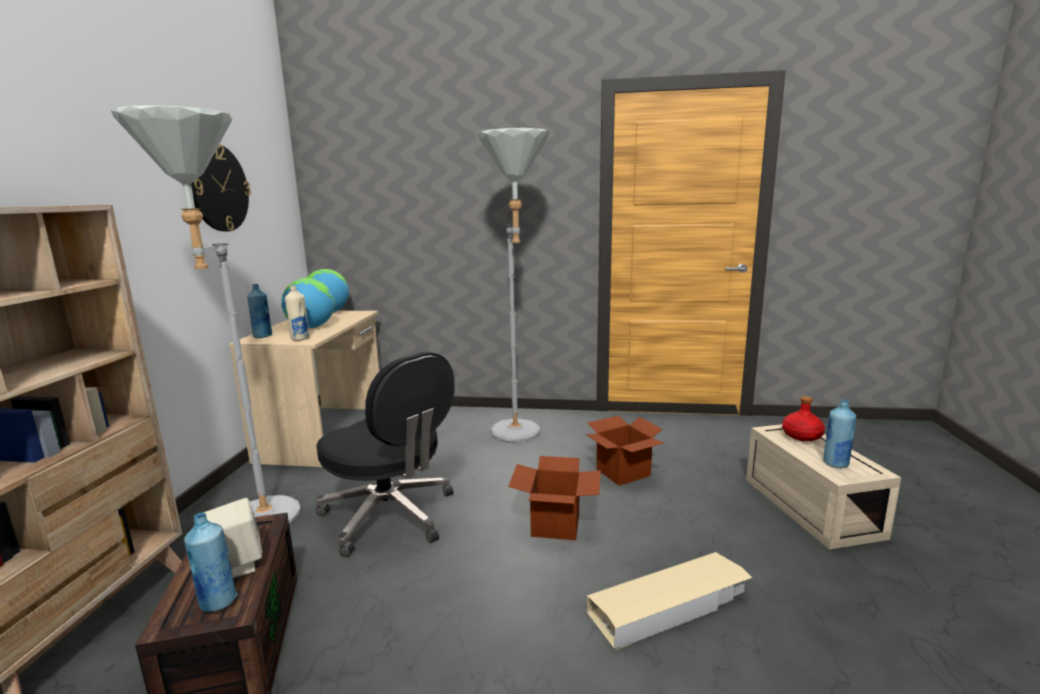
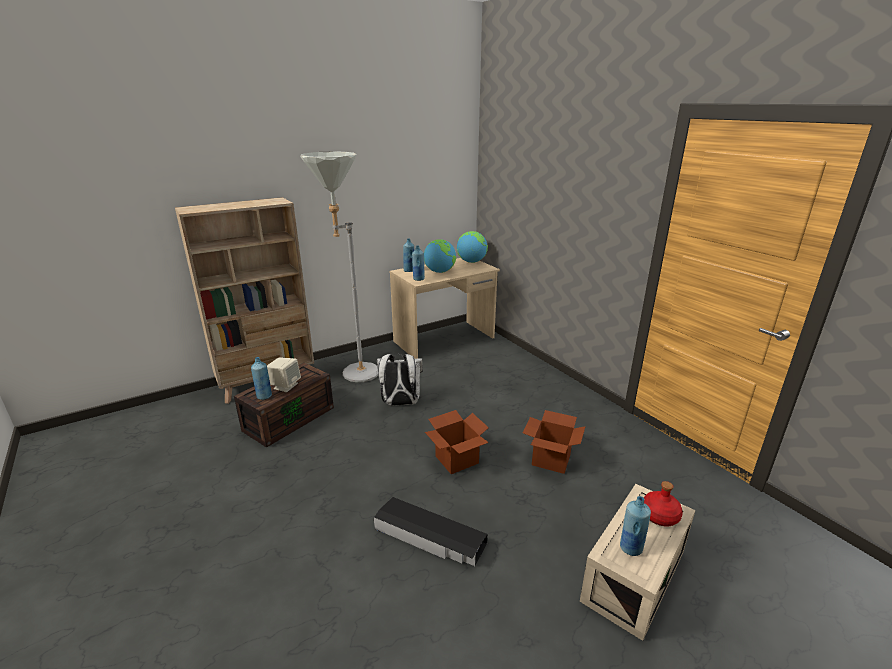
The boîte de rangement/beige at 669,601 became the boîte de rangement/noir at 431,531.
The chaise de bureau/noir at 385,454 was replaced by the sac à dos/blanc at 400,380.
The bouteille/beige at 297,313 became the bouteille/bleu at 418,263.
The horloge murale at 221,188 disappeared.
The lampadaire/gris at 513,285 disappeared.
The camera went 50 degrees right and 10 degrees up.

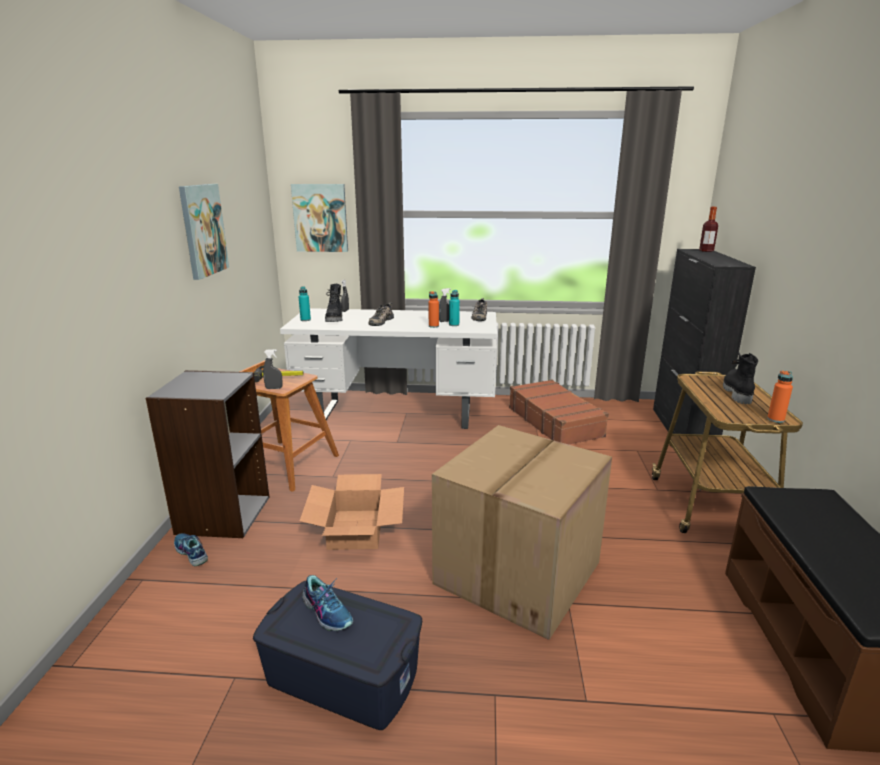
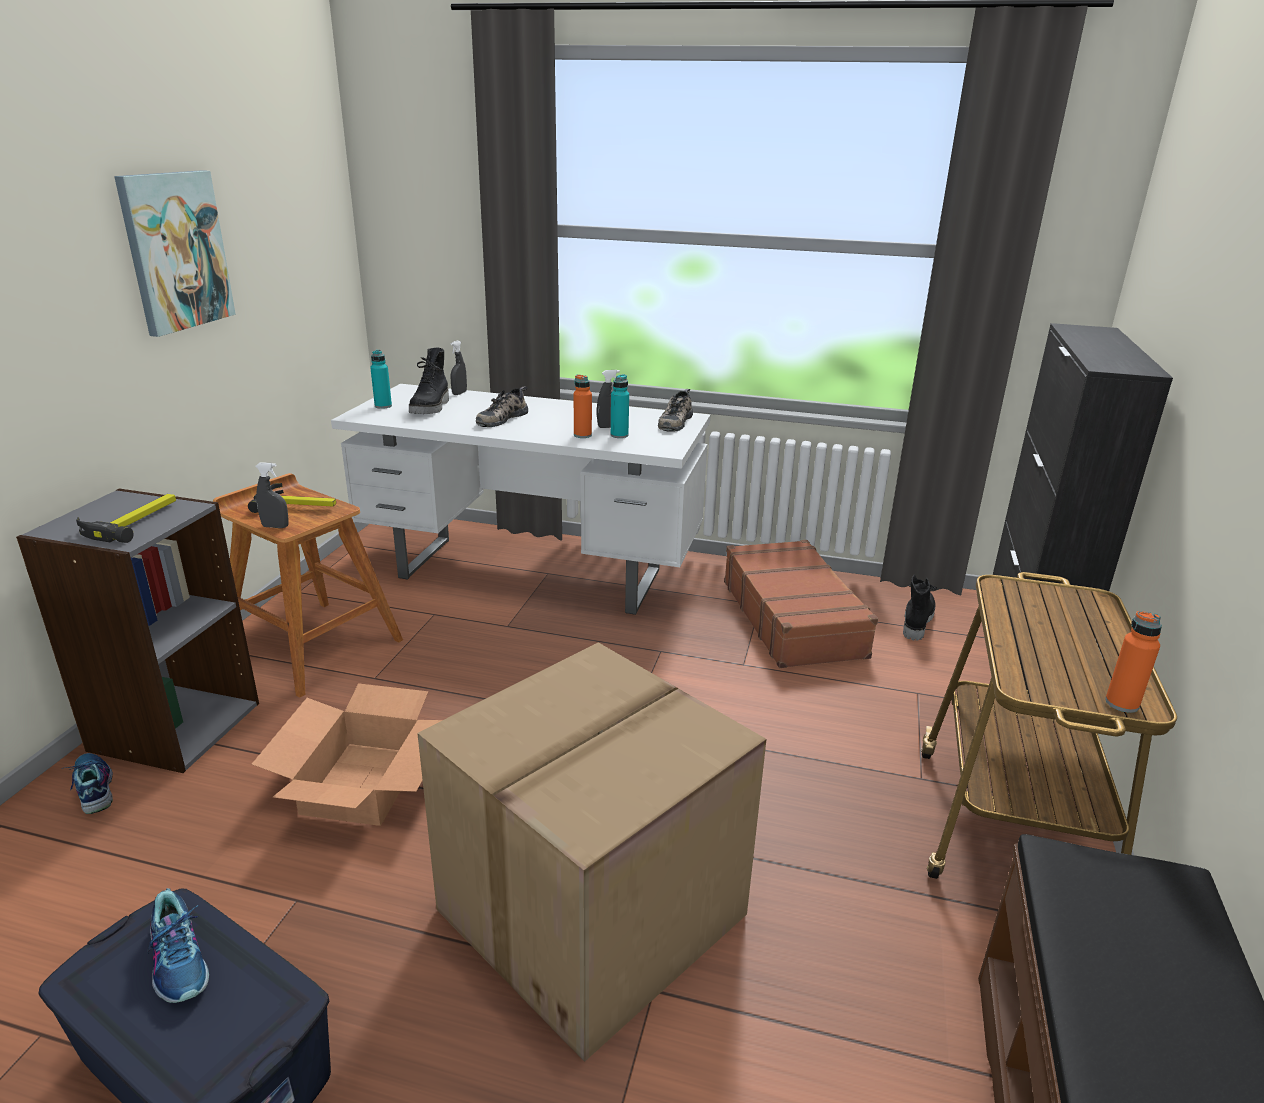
The marteau at 126,518 appeared.
The botte/noir moved from 740,378 to 920,608.
The tableau at 319,218 disappeared.
The bouteille at 708,229 disappeared.
The camera went 10 degrees right and 5 degrees up.

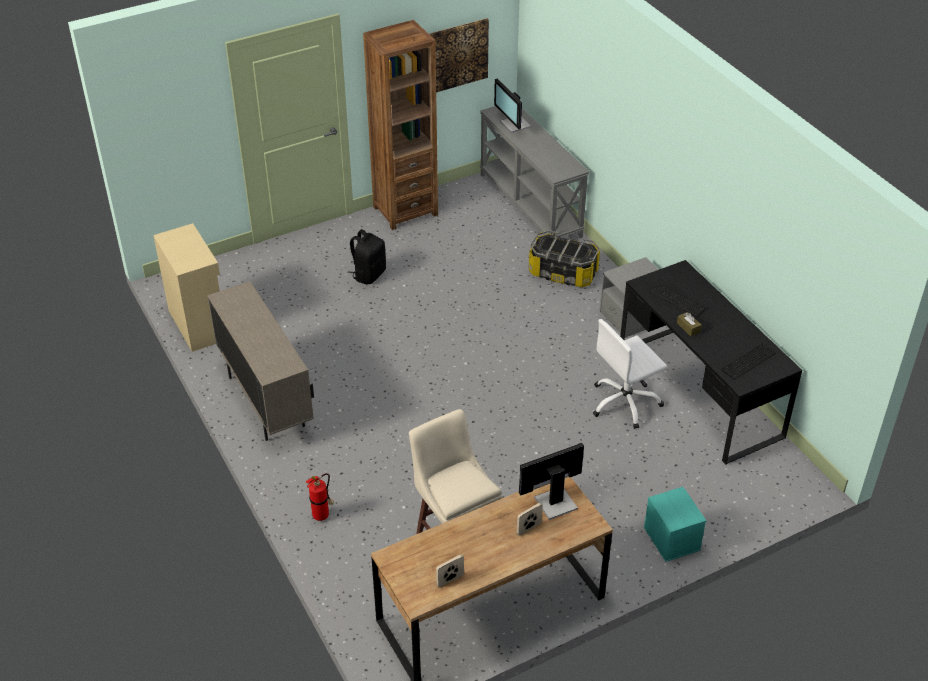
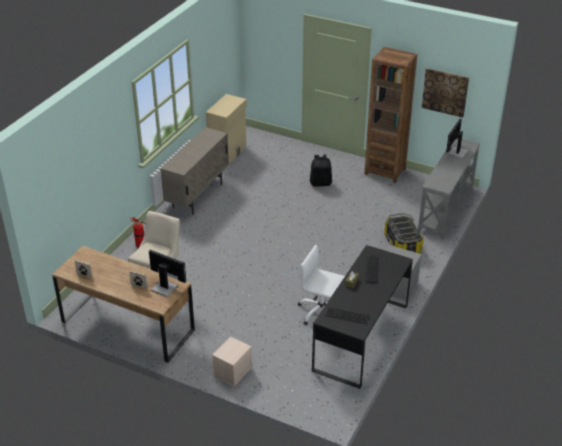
The boîte de rangement/turquoise at 675,524 became the boîte de rangement/beige at 232,361.
The camera went 55 degrees right and 5 degrees down.

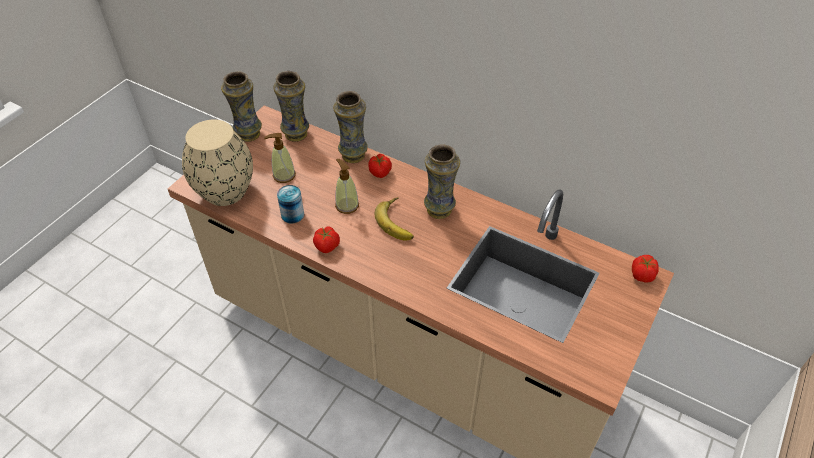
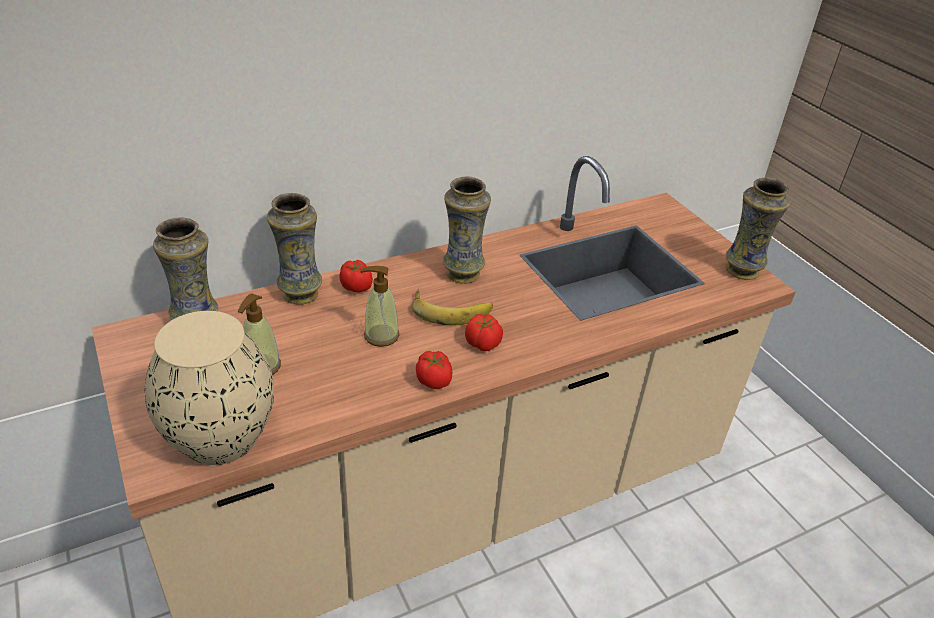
The tomate moved from 645,269 to 484,332.
The vase moved from 241,106 to 758,228.
The boîte métallique at 290,204 disappeared.
The camera went 60 degrees left and 10 degrees down.

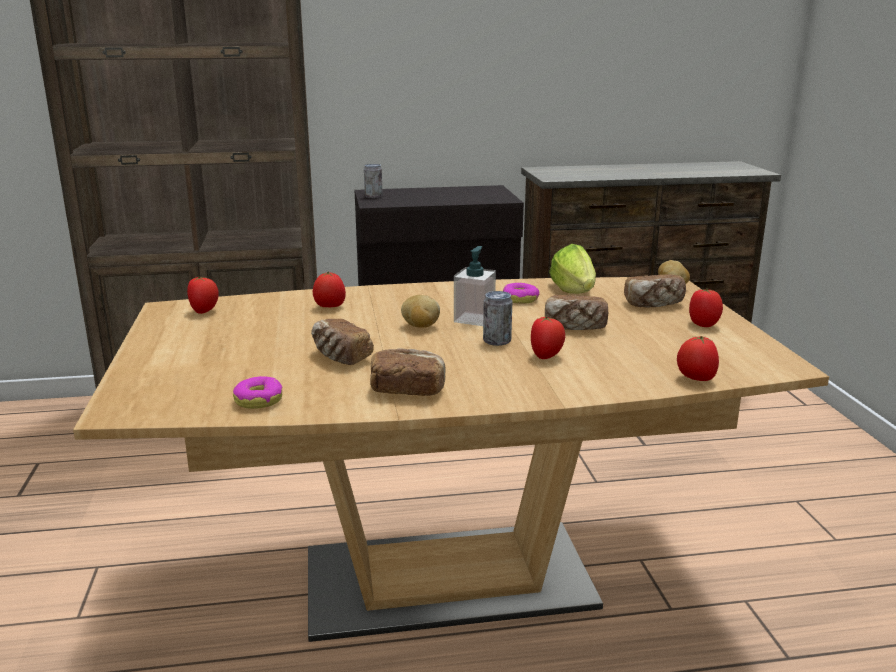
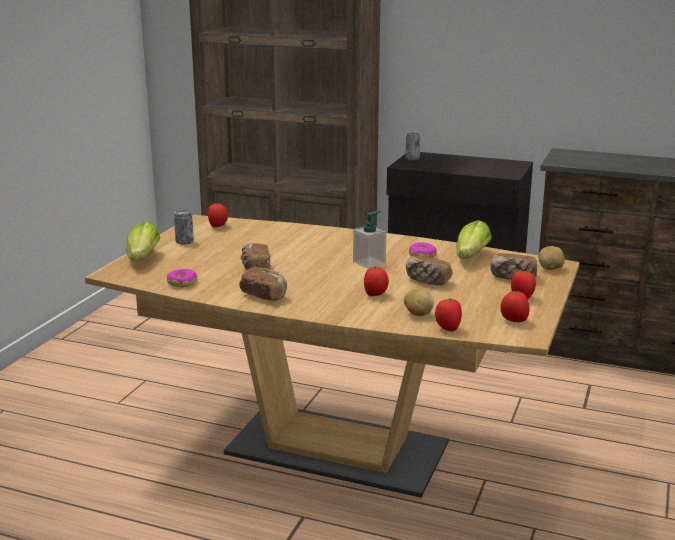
The laitue at 143,241 appeared.
The boîte métallique moved from 497,318 to 184,227.
The pomme de terre moved from 420,311 to 419,302.
The tomate moved from 329,289 to 515,306.
The camera went 30 degrees right and 0 degrees up.

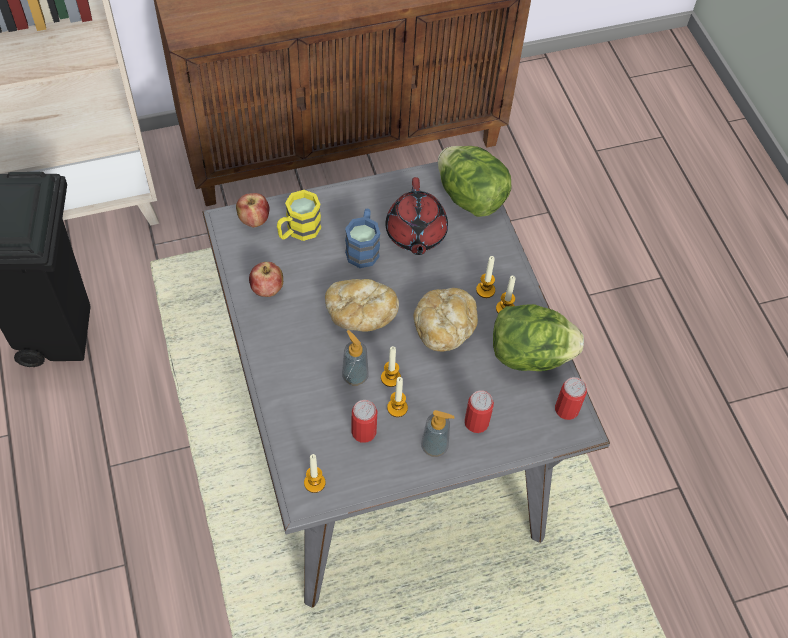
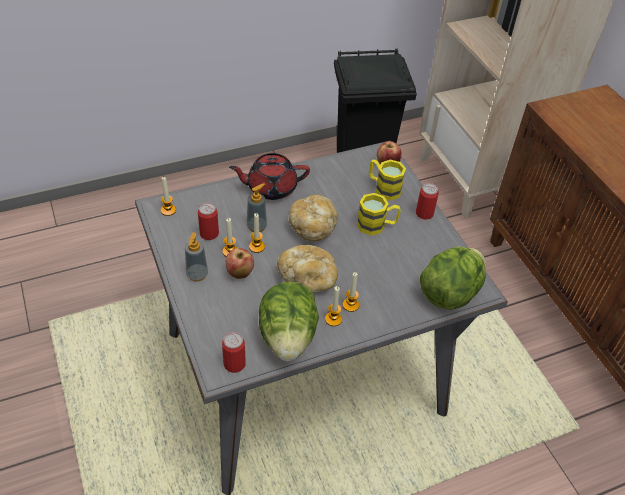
The pomme moved from 266,279 to 240,263.
The théière/rouge moved from 416,216 to 269,176.
The mug/bleu at 363,238 became the mug/jaune at 379,214.
The boîte métallique moved from 479,411 to 427,201.
The camera went 85 degrees right and 10 degrees down.

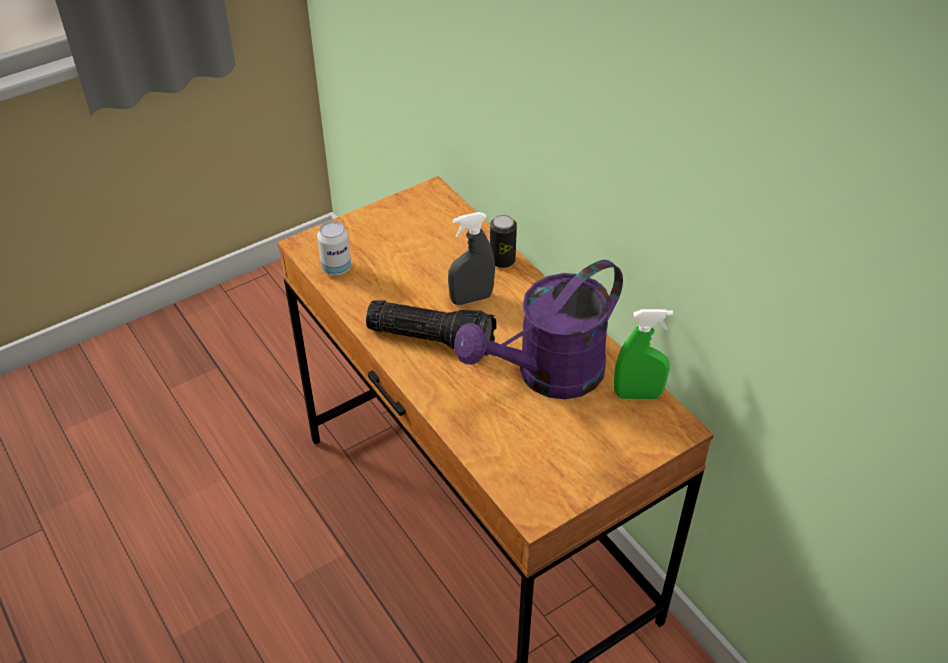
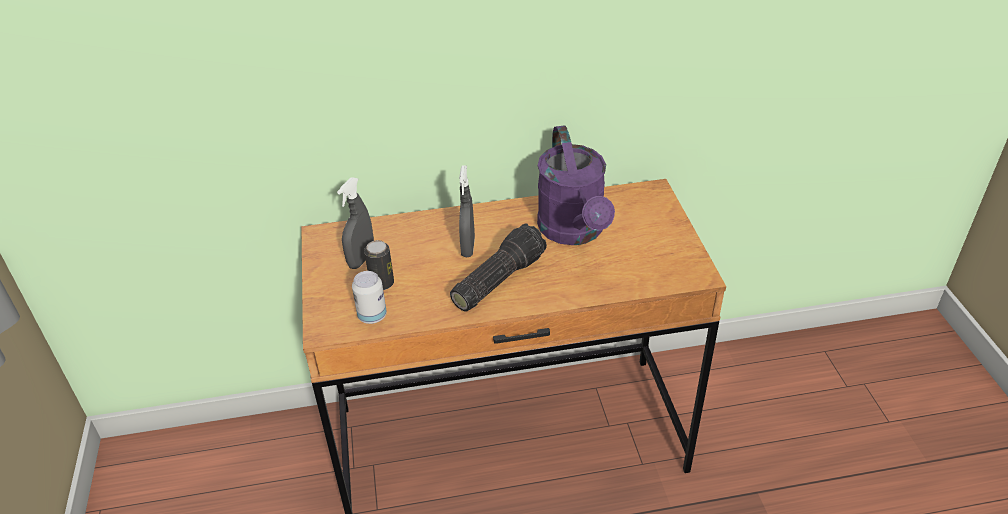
The vaporisateur/gris at 355,223 appeared.
The boîte métallique moved from 503,241 to 379,265.
The vaporisateur/vert at 643,354 disappeared.
The camera went 65 degrees left and 5 degrees down.

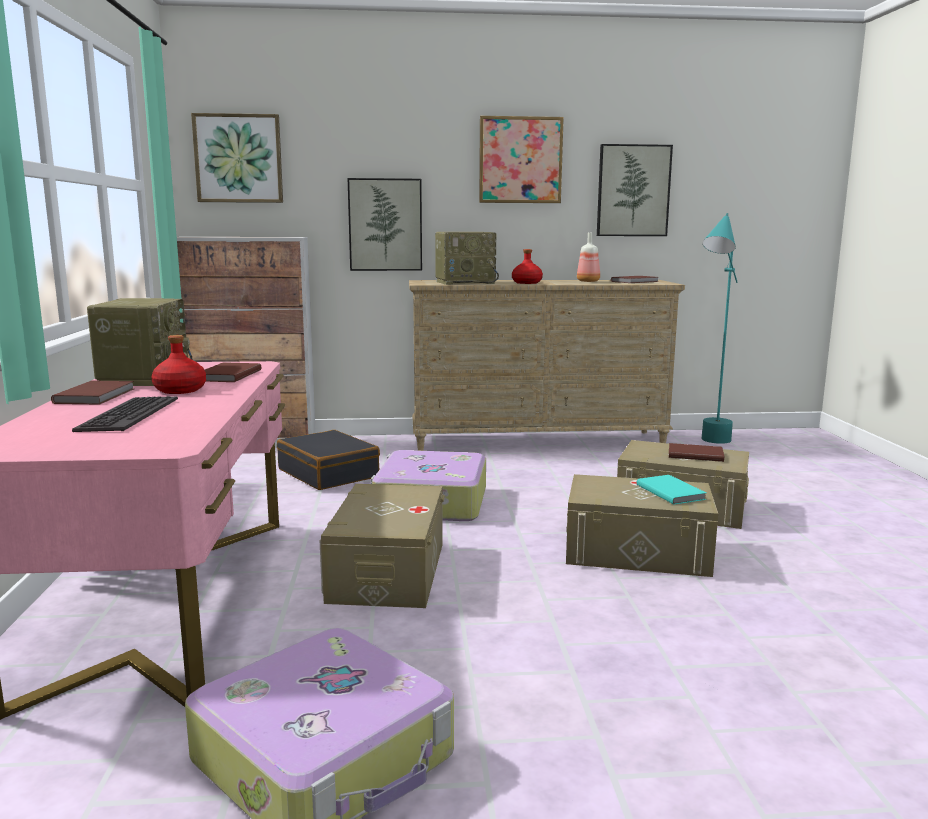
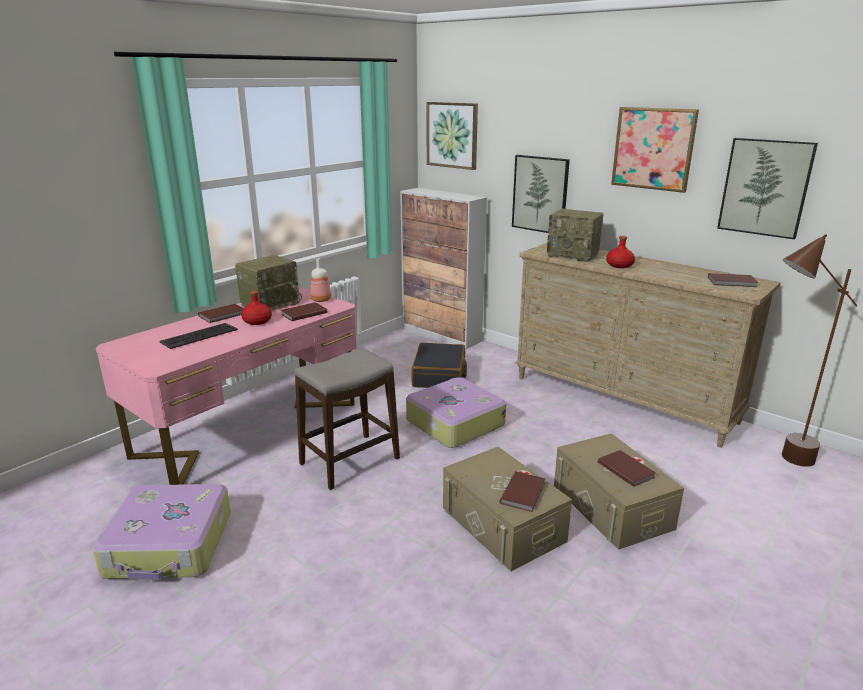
The boîte de rangement/beige at 382,546 was replaced by the tabouret at 347,419.
The bouteille moved from 588,257 to 321,280.
The livre/turquoise at 671,490 became the livre/marron at 522,491.
The lampadaire/turquoise at 720,328 became the lampadaire/marron at 819,350.
The camera went 45 degrees right and 10 degrees up.

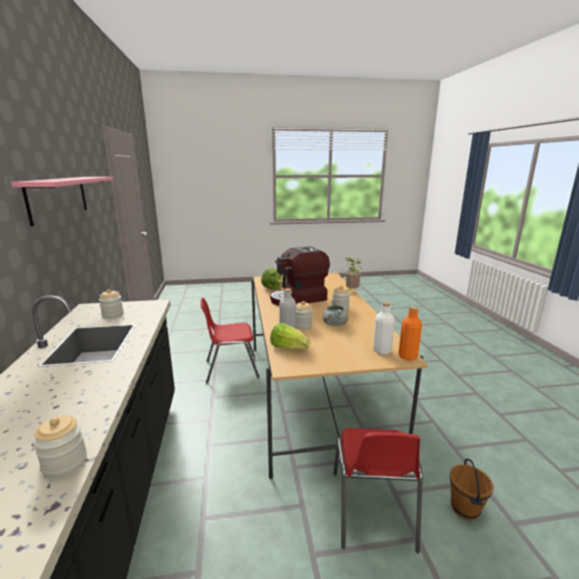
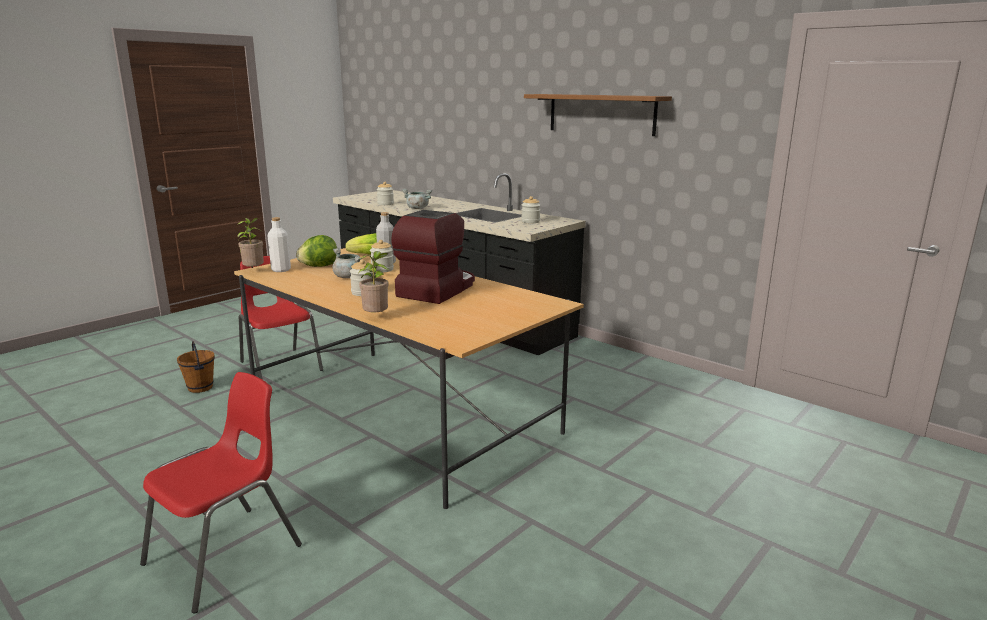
The chaise/rouge moved from 230,340 to 221,493.
The bouteille/orange at 410,333 was replaced by the plante en pot at 250,243.
The laitue moved from 274,279 to 316,251.
The marmite/gris at 417,199 appeared.
The étagère/rose at 62,201 became the étagère/marron at 598,115.
The camera went 140 degrees right and 0 degrees up.

